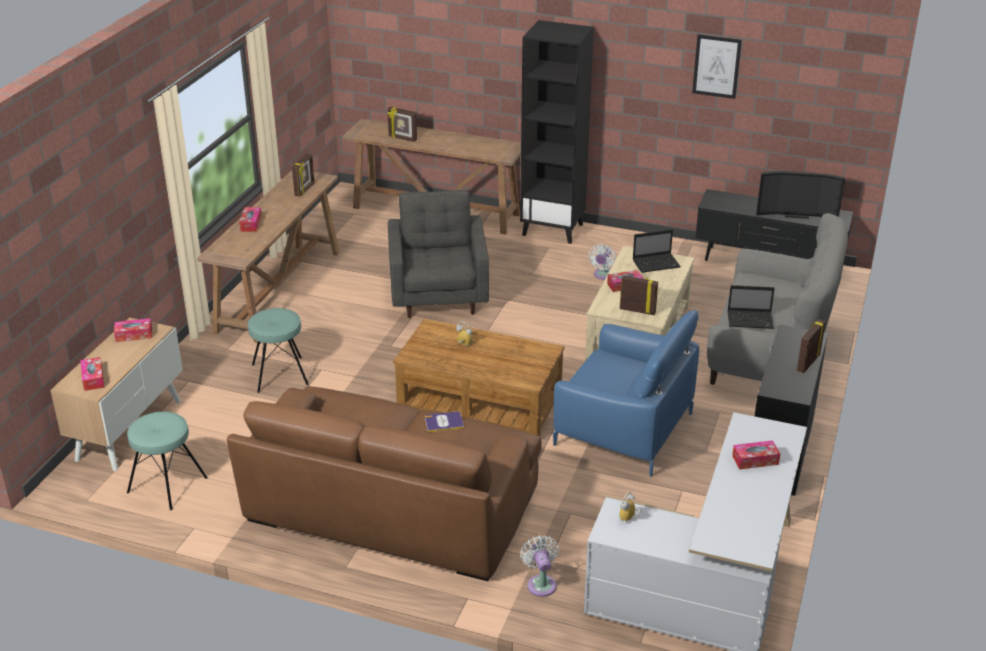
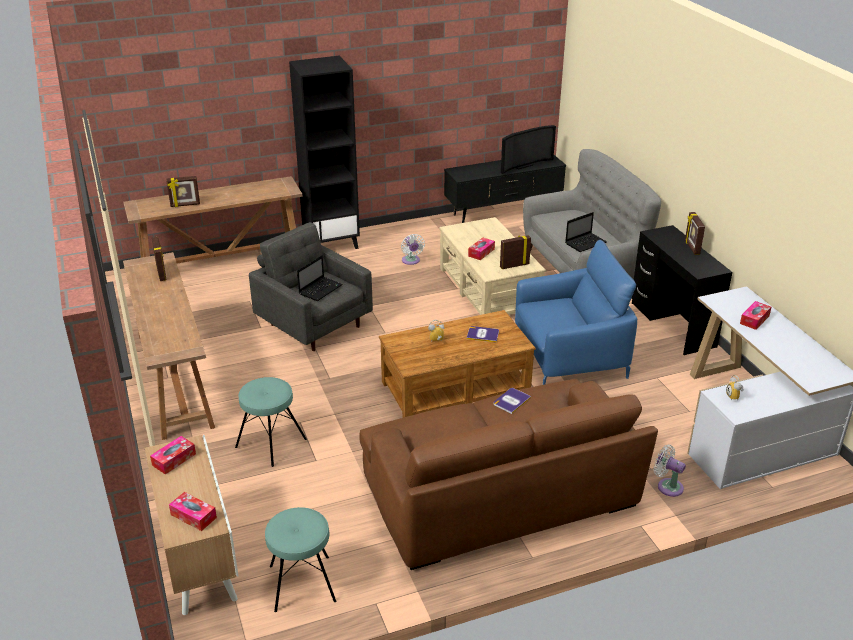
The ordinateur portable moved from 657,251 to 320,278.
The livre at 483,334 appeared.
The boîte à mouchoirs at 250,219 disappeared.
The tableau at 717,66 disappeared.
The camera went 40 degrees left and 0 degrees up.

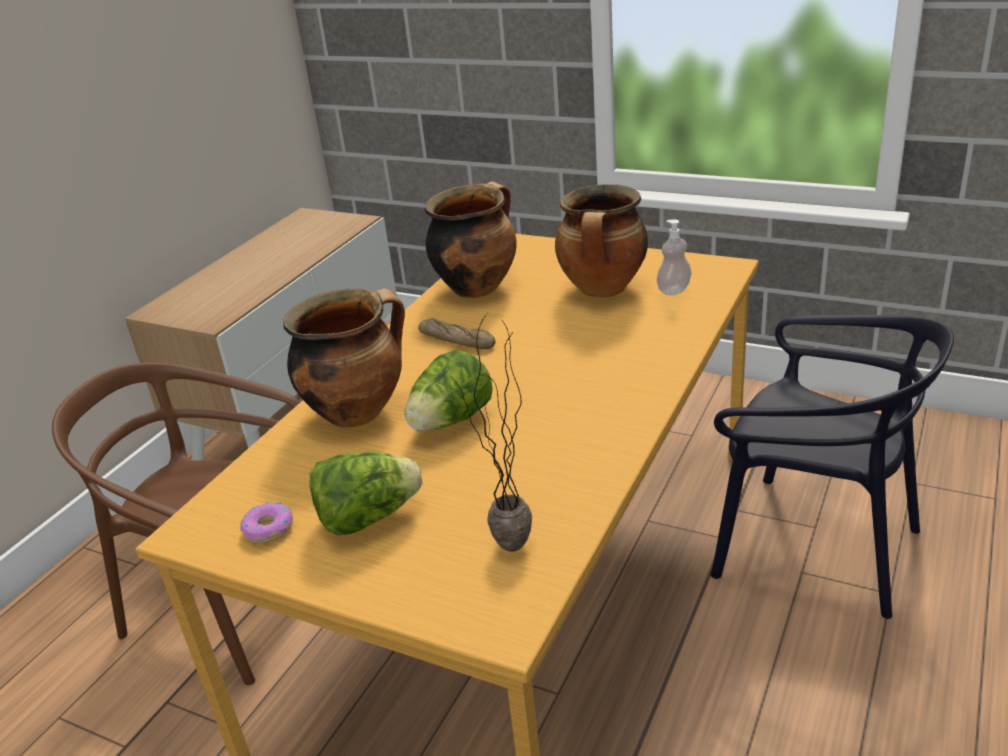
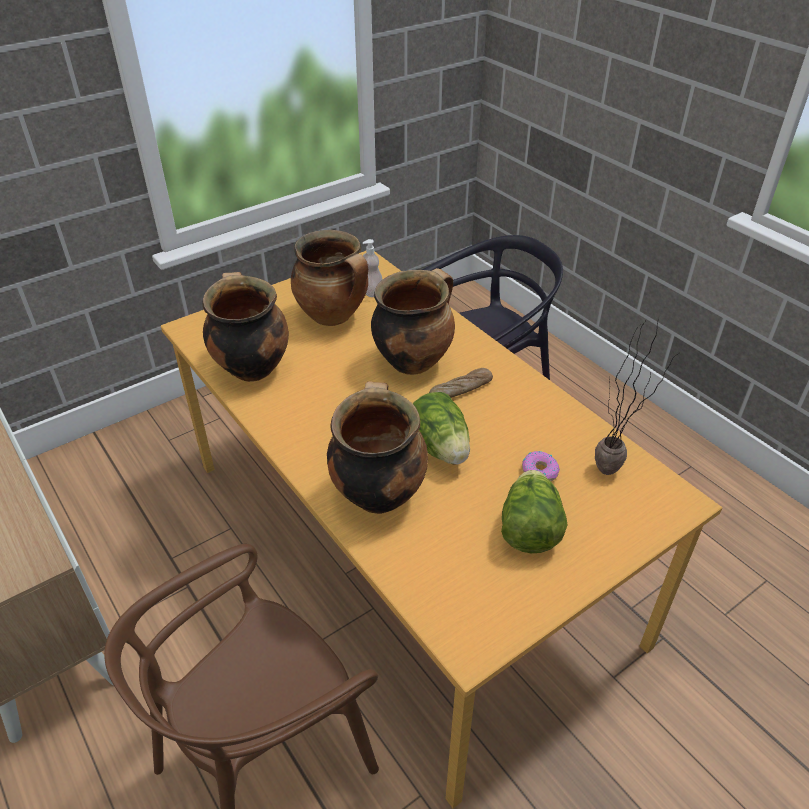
The marmite at 413,321 appeared.
The pain moved from 456,333 to 461,383.
The beignet moved from 266,522 to 541,466.
The camera went 65 degrees left and 10 degrees up.

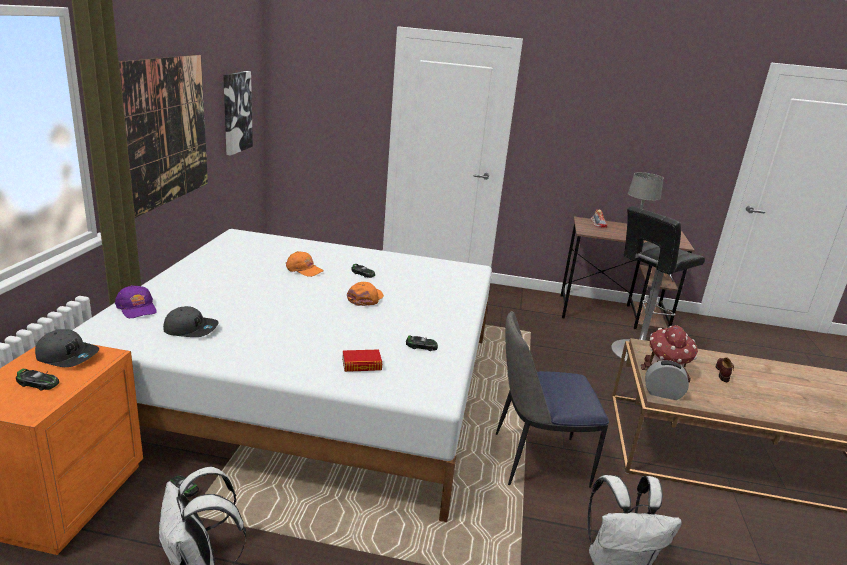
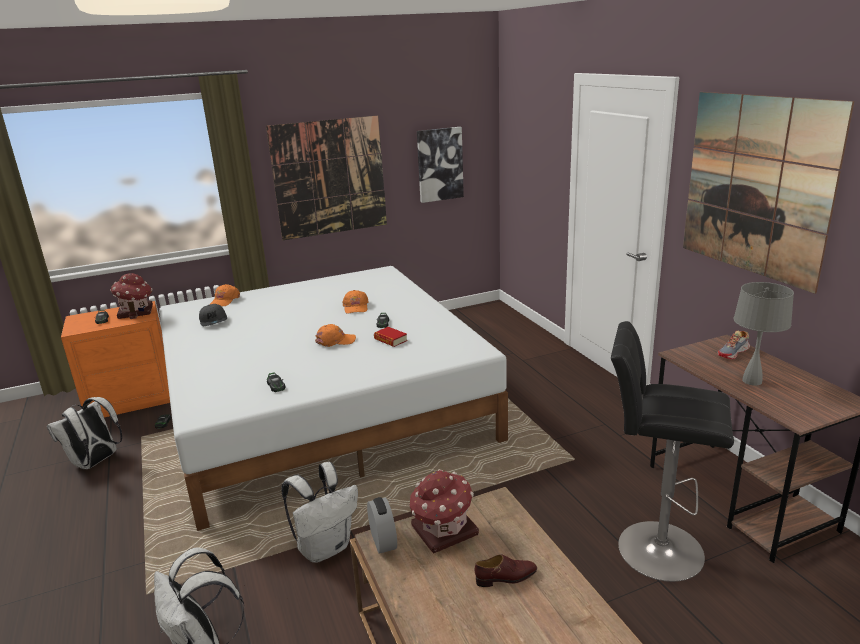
The casquette/gris at 67,348 was replaced by the maison miniature at 131,296.
The casquette/violet at 136,301 became the casquette/orange at 224,295.
The chaise at 552,399 was replaced by the sac à dos/blanc at 320,512.
The livre moved from 362,361 to 391,337.
The tableau at 768,193 appeared.
The camera went 60 degrees right and 0 degrees up.

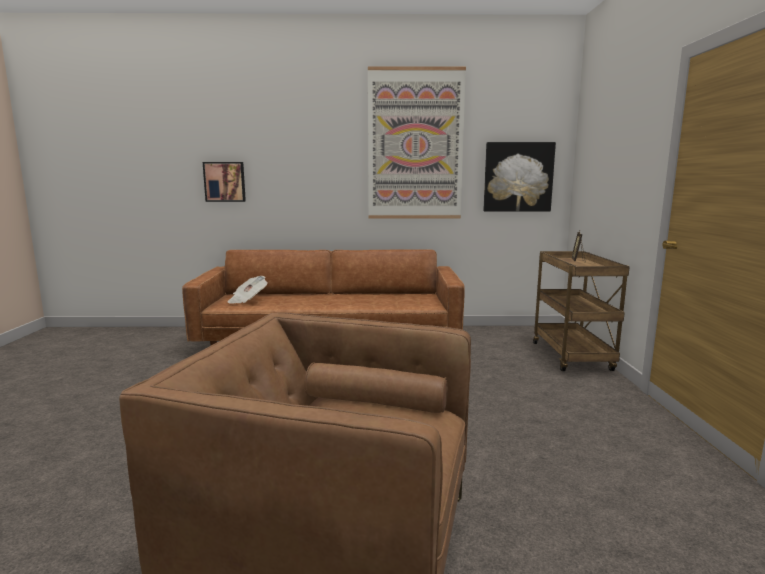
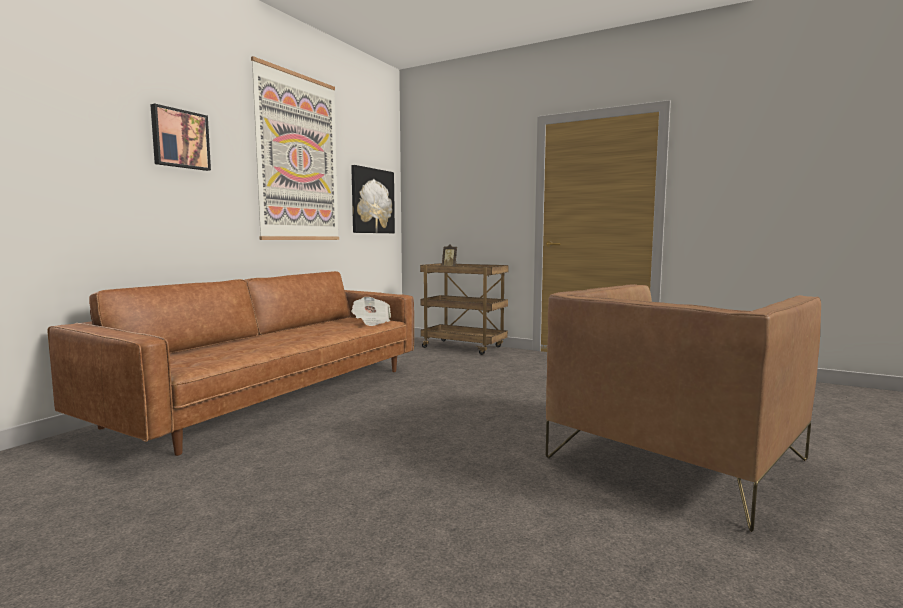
The tableau moved from 224,182 to 180,137.
The journal moved from 247,290 to 371,311.
The camera went 60 degrees left and 5 degrees down.

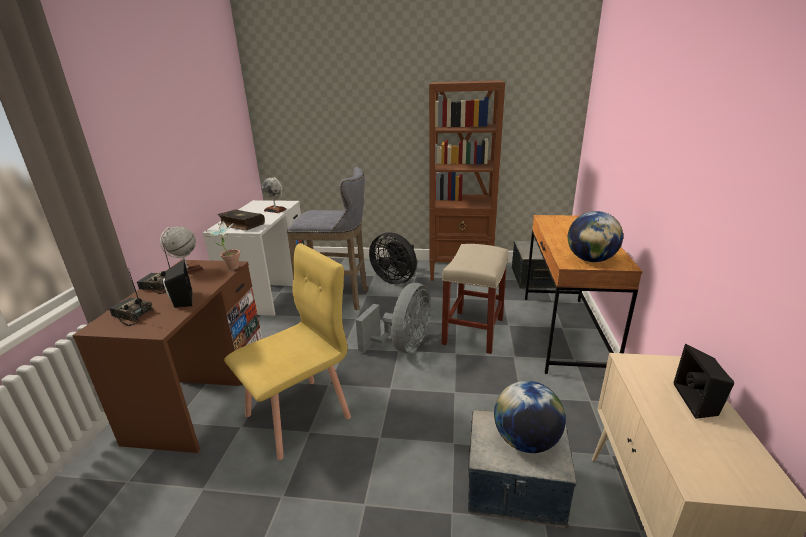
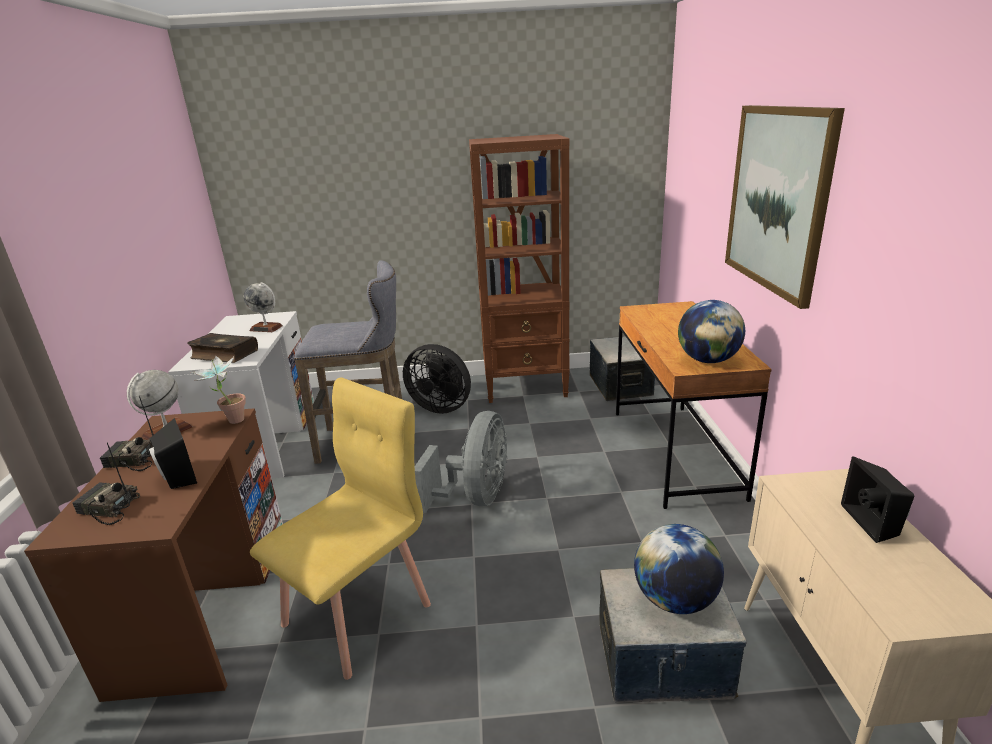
The tableau at 785,207 appeared.
The tabouret/beige at 474,299 disappeared.
The camera went 10 degrees left and 0 degrees up.

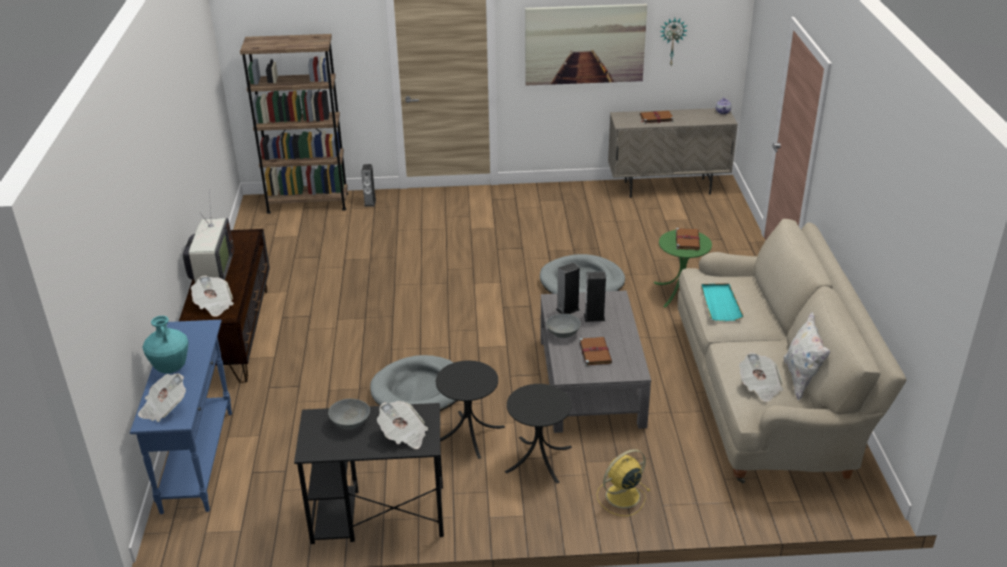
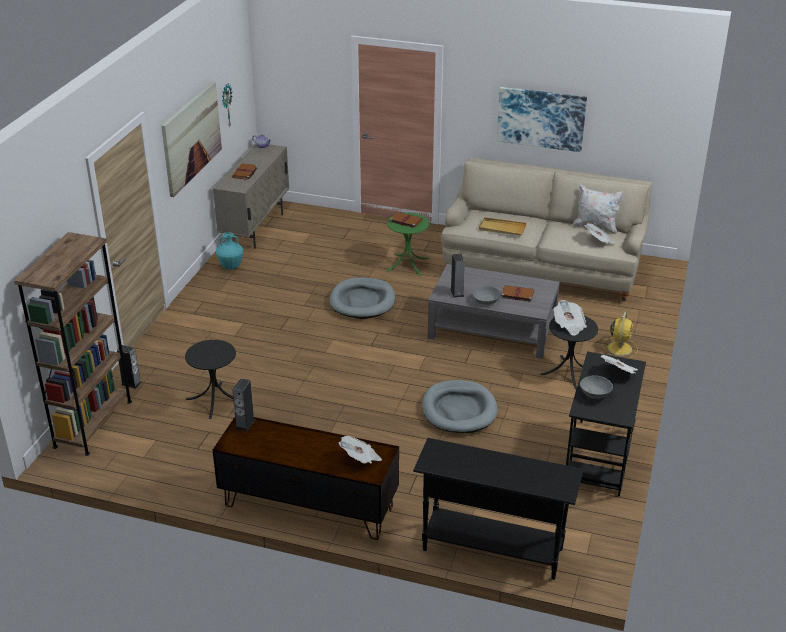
The table d'appoint/noir moved from 470,409 to 210,379.
The vase/turquoise moved from 165,344 to 229,251.
The enceinte moved from 595,297 to 243,404.
The table console/bleu at 181,417 became the table console/noir at 498,509.
The plateau/turquoise at 722,302 became the plateau/beige at 502,226.
The tableau at 542,119 appeared.
The journal moved from 162,398 to 570,318.
The ventilateur/jaune at 623,482 turned 150 degrees counterclockwise.
The téléviseur at 208,236 disappeared.
The camera went 70 degrees left and 0 degrees up.

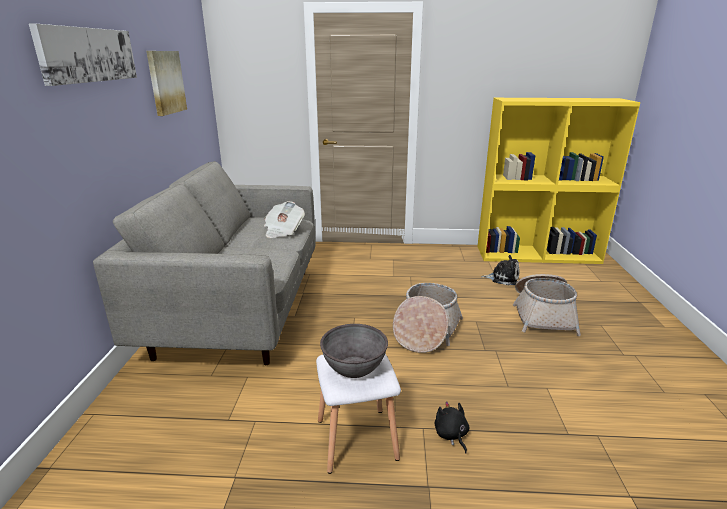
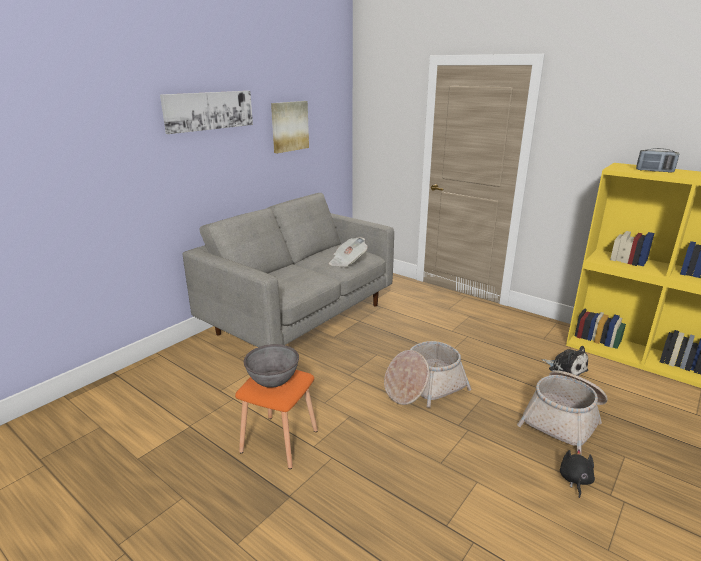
The tabouret/blanc at 358,414 became the tabouret/orange at 276,419.
The peluche/noir moved from 452,427 to 577,473.
The radio at 657,160 appeared.
The camera went 35 degrees right and 0 degrees up.

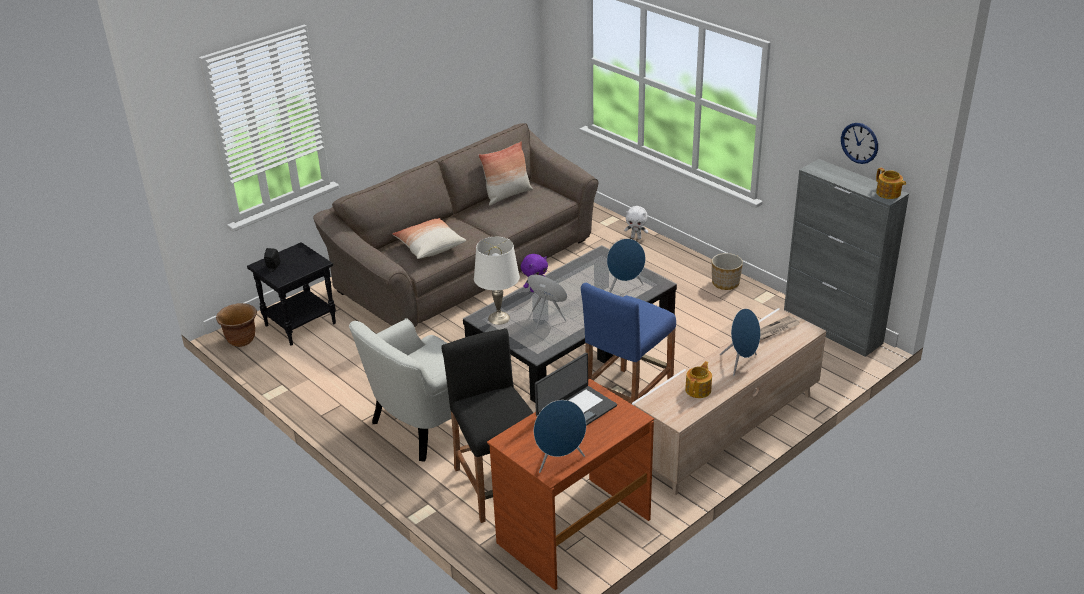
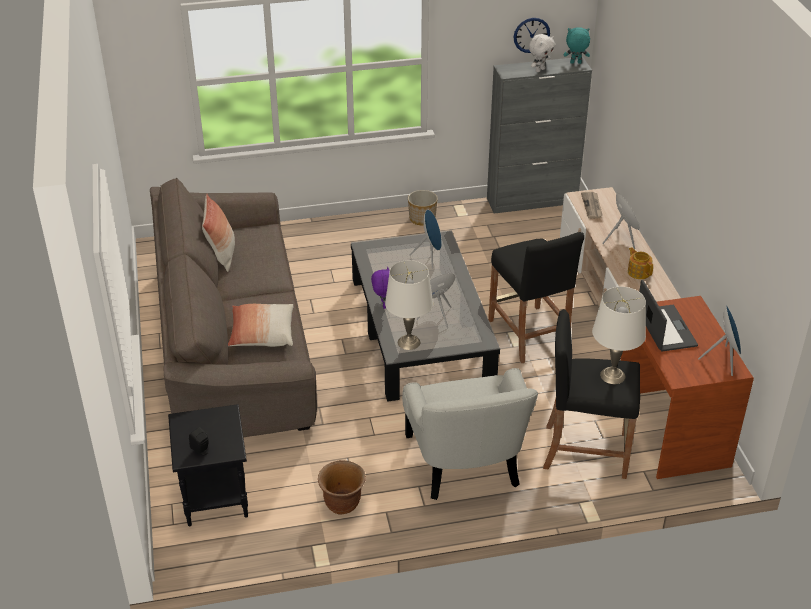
The cache-pot/marron moved from 236,325 to 342,487.
The tabouret/bleu at 628,343 became the tabouret/noir at 536,297.
The peluche/blanc moved from 636,222 to 542,53.
The théière at 891,183 was replaced by the peluche/turquoise at 576,45.
The lampe de table/blanc at 619,335 appeared.
The camera went 60 degrees left and 5 degrees up.

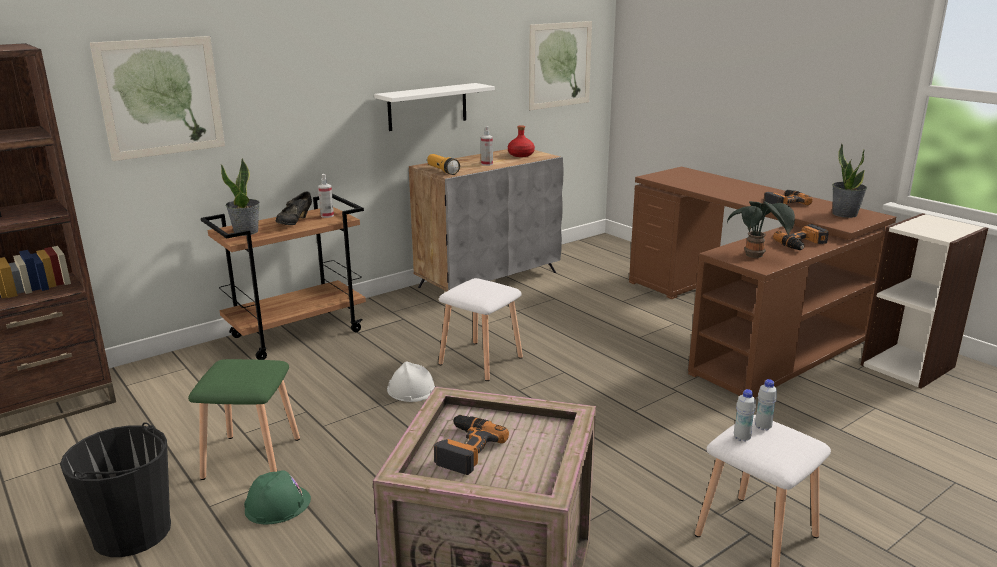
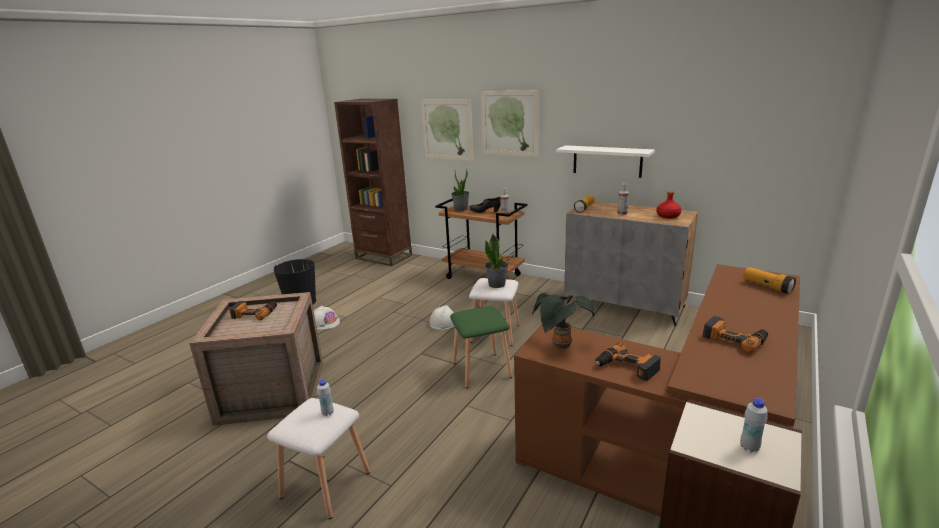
The casque de chantier/vert at 277,497 became the casque de chantier/blanc at 327,318.
The tabouret/vert moved from 244,419 to 481,347.
The tableau moved from 560,65 to 510,124.
The plante en pot moved from 849,180 to 496,261.
The bouteille/blanc moved from 745,415 to 754,425.
The lampe de poche at 769,280 appeared.
The camera went 70 degrees right and 0 degrees up.

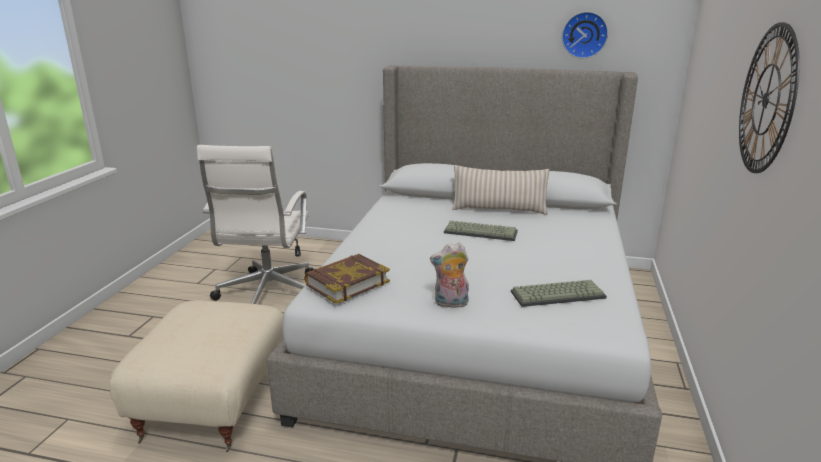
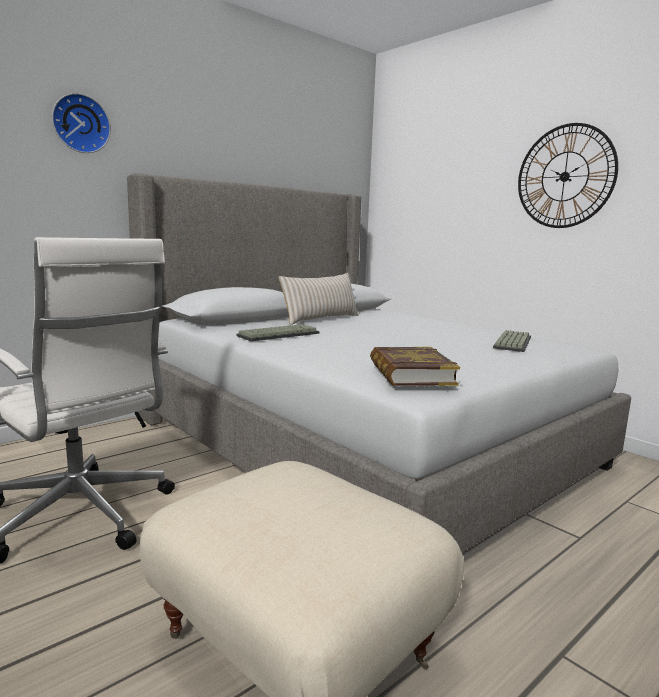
The horloge murale moved from 585,35 to 81,123.
The clavier moved from 481,231 to 278,332.
The peluche at 449,275 disappeared.
The camera went 55 degrees left and 10 degrees down.

